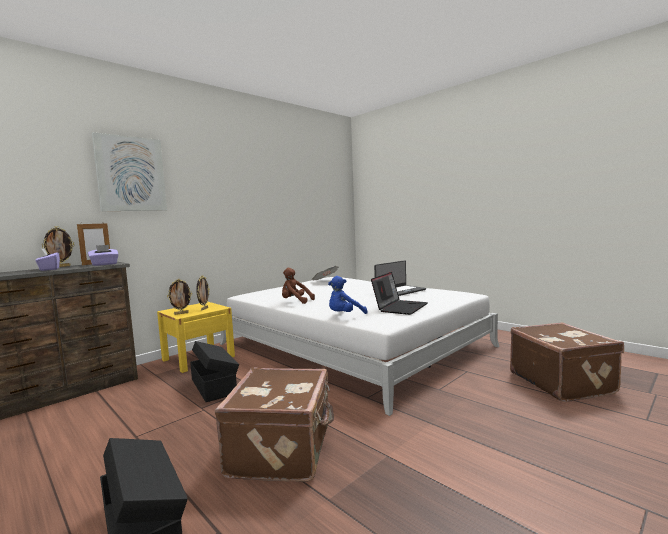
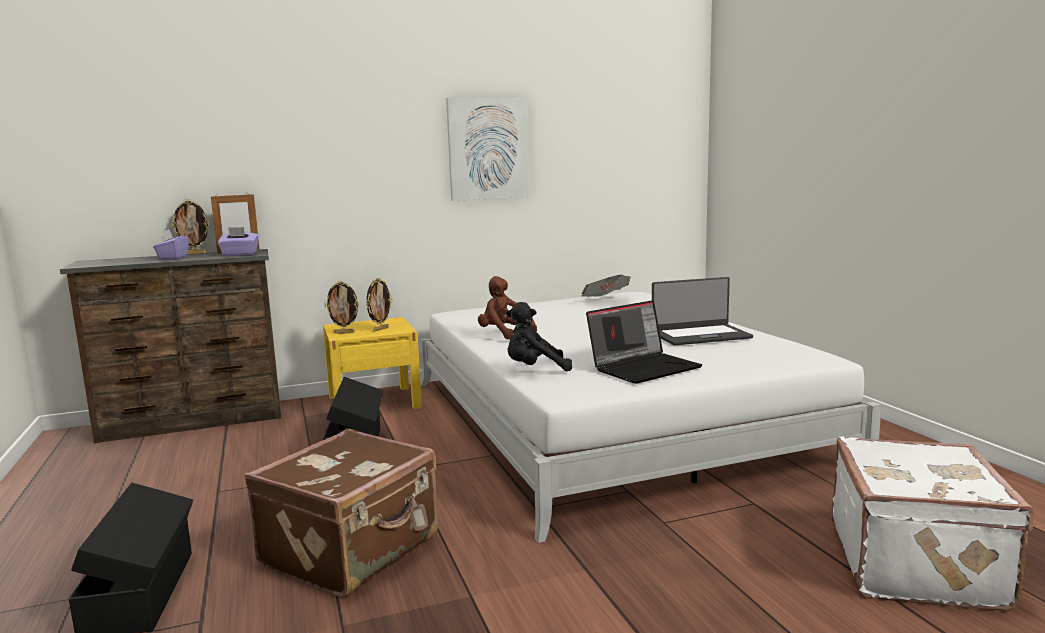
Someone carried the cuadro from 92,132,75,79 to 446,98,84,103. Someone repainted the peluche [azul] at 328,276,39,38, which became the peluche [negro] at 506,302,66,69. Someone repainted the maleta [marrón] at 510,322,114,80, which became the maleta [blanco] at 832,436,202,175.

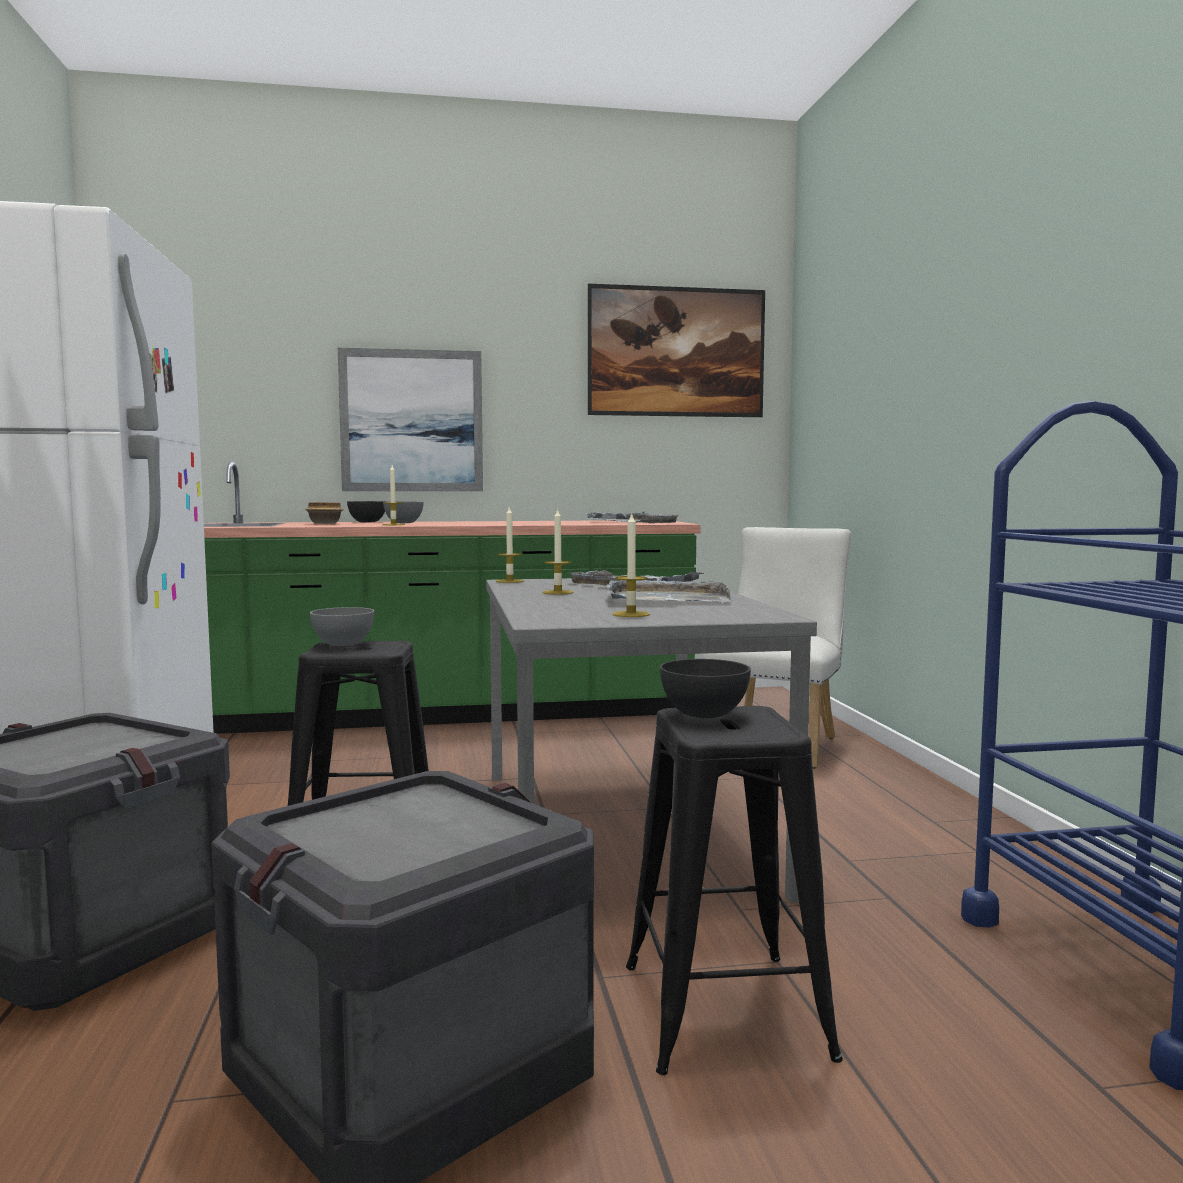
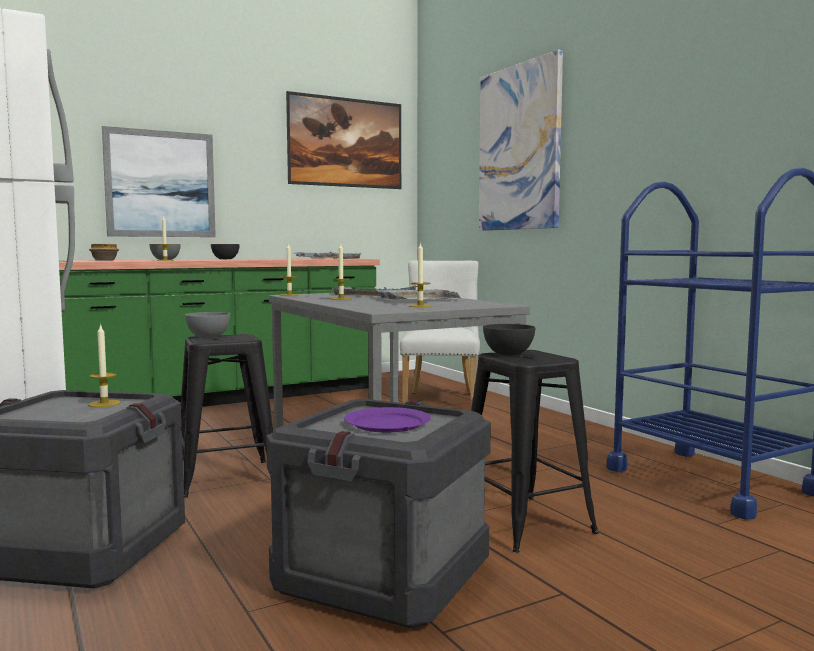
Someone carried the cuenco [gris] from 347,501,40,22 to 211,244,29,15. Someone put down the vela at 88,324,33,83. Someone put down the plato [morado] at 344,407,87,25. Someone put up the cuadro at 479,49,84,182.

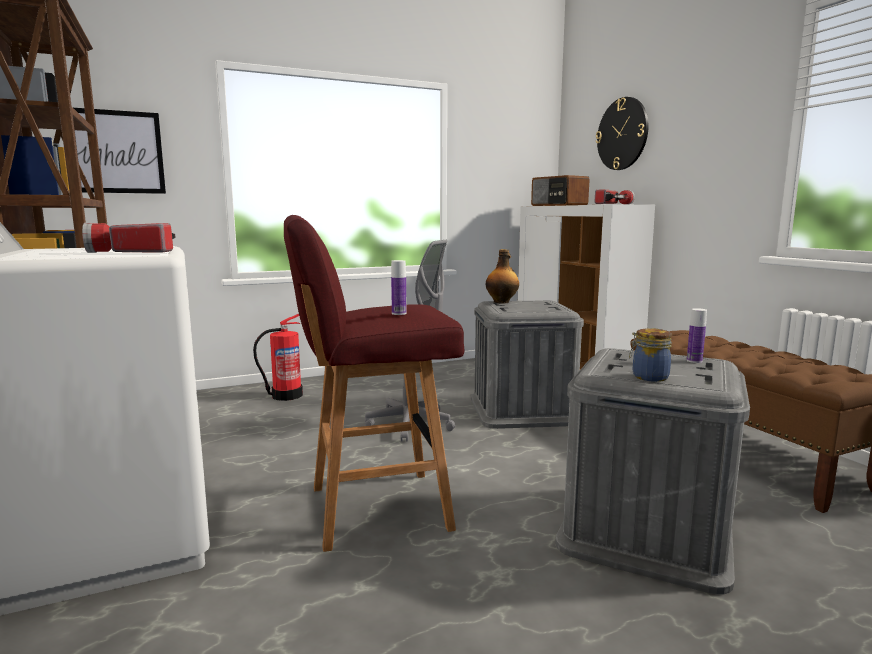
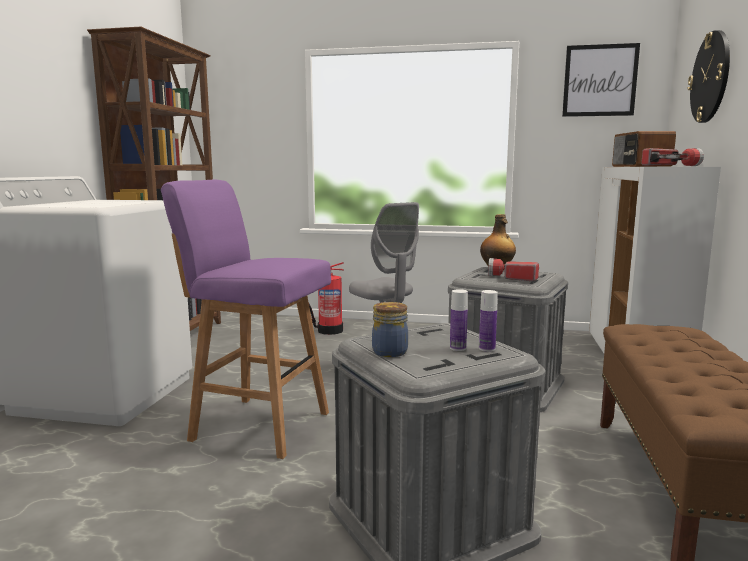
Someone carried the cuadro from 74,108,92,86 to 562,43,78,74. Someone carried the linterna from 82,223,94,30 to 488,258,51,24. Someone repainted the taburete [rojo] at 284,215,180,337, which became the taburete [morado] at 161,180,170,279. Someone carried the botella from 391,260,15,55 to 450,289,18,62.

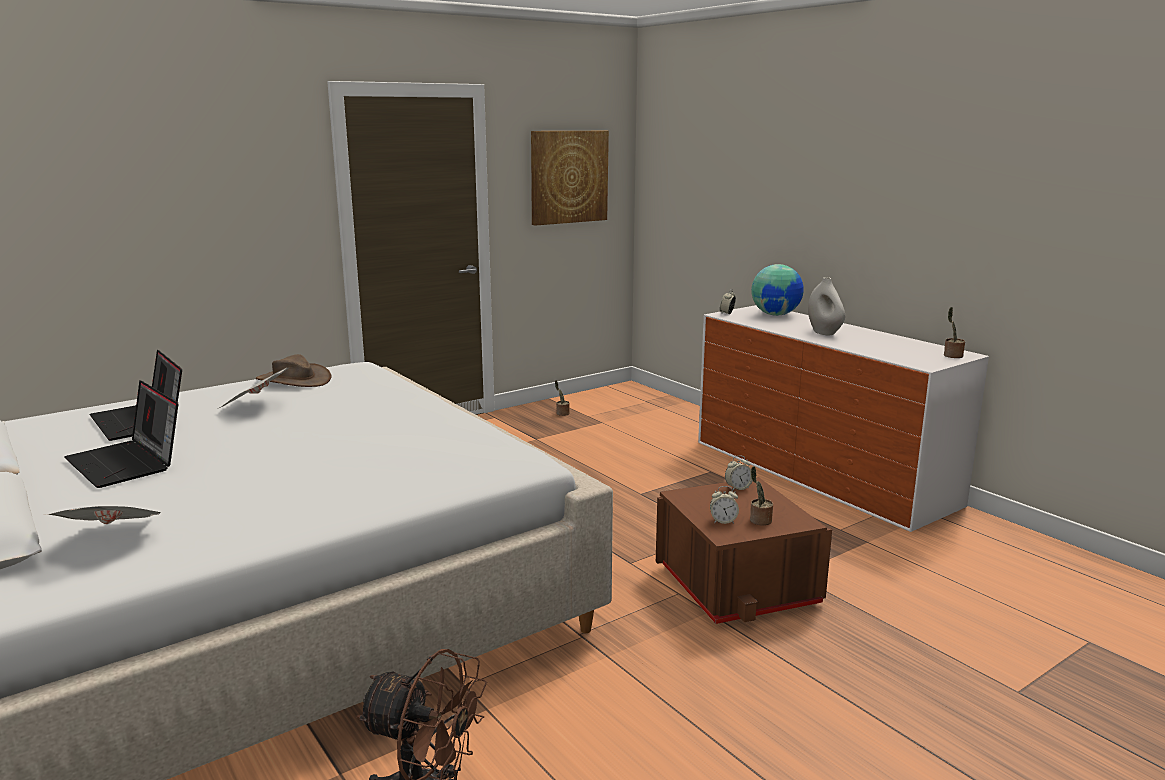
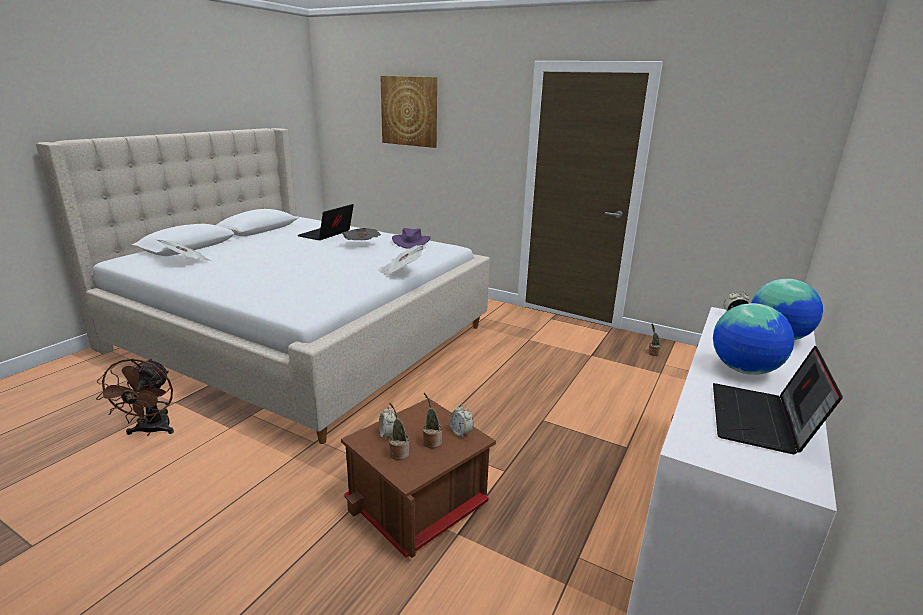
Someone carried the portátil from 65,380,113,108 to 713,346,130,108. Someone repainted the sombrero [marrón] at 256,354,76,33, which became the sombrero [morado] at 392,228,39,21. Someone carried the cuadro from 531,131,78,95 to 380,76,57,72. Someone swapped the florero [blanco] at 808,277,37,58 for the globo terráqueo at 713,303,81,72. Someone carried the planta en maceta from 944,307,21,51 to 422,393,20,55. Someone put down the periódico at 378,245,48,30.

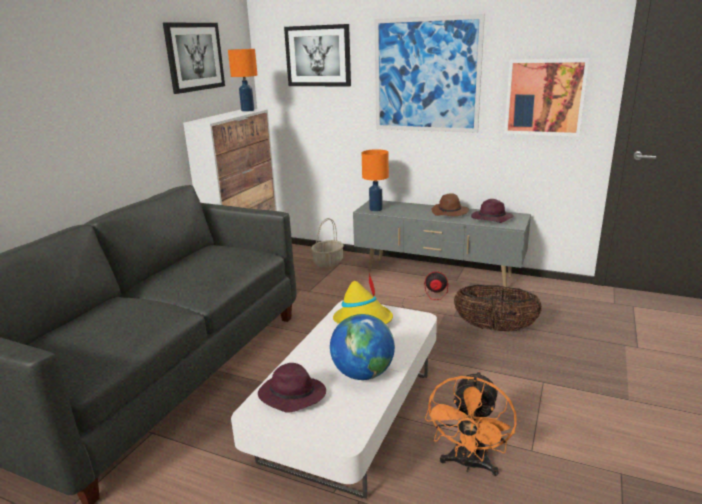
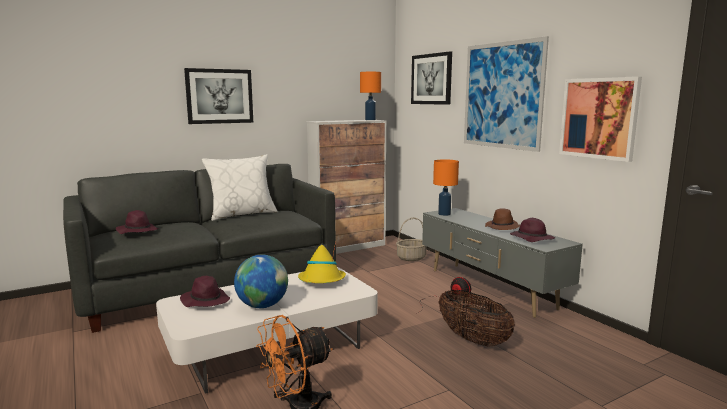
Someone carried the cuadro from 163,22,62,72 to 184,68,69,56. Someone put down the sombrero [morado] at 116,210,42,24. Someone put down the cojín [blanco] at 202,154,76,67.

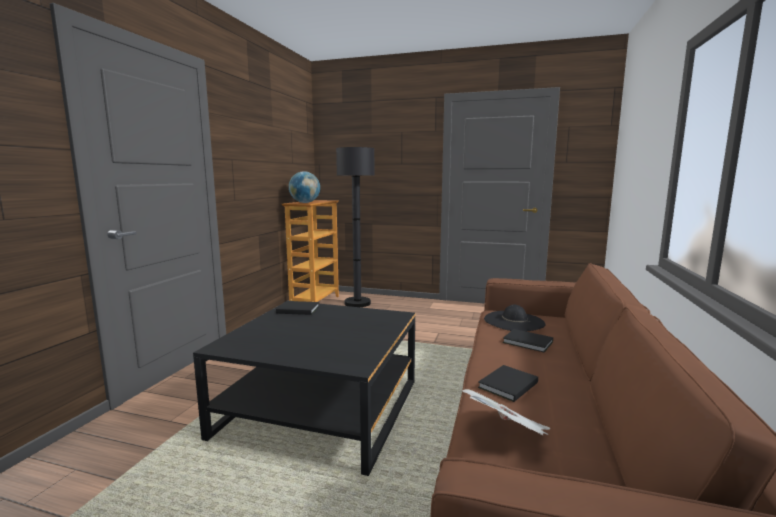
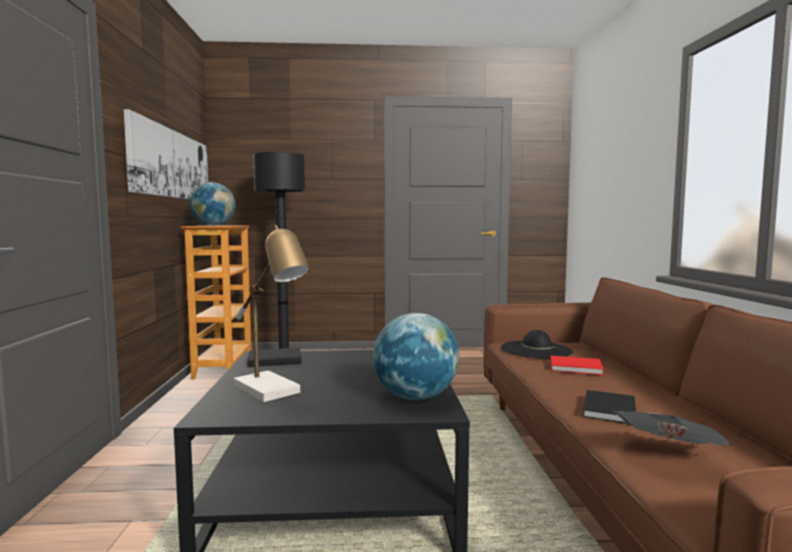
Someone repainted the libro [negro] at 503,329,50,24, which became the libro [rojo] at 550,356,54,19. Someone put up the cuadro at 124,109,84,91. Someone put down the lámpara de mesa at 234,225,75,177. Someone put down the globo terráqueo at 373,313,87,87.

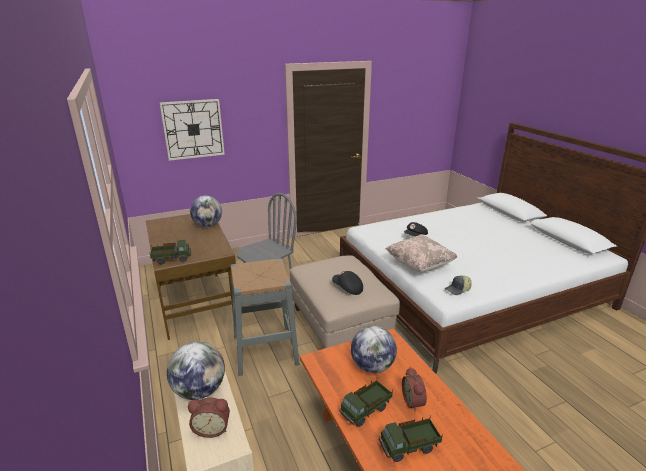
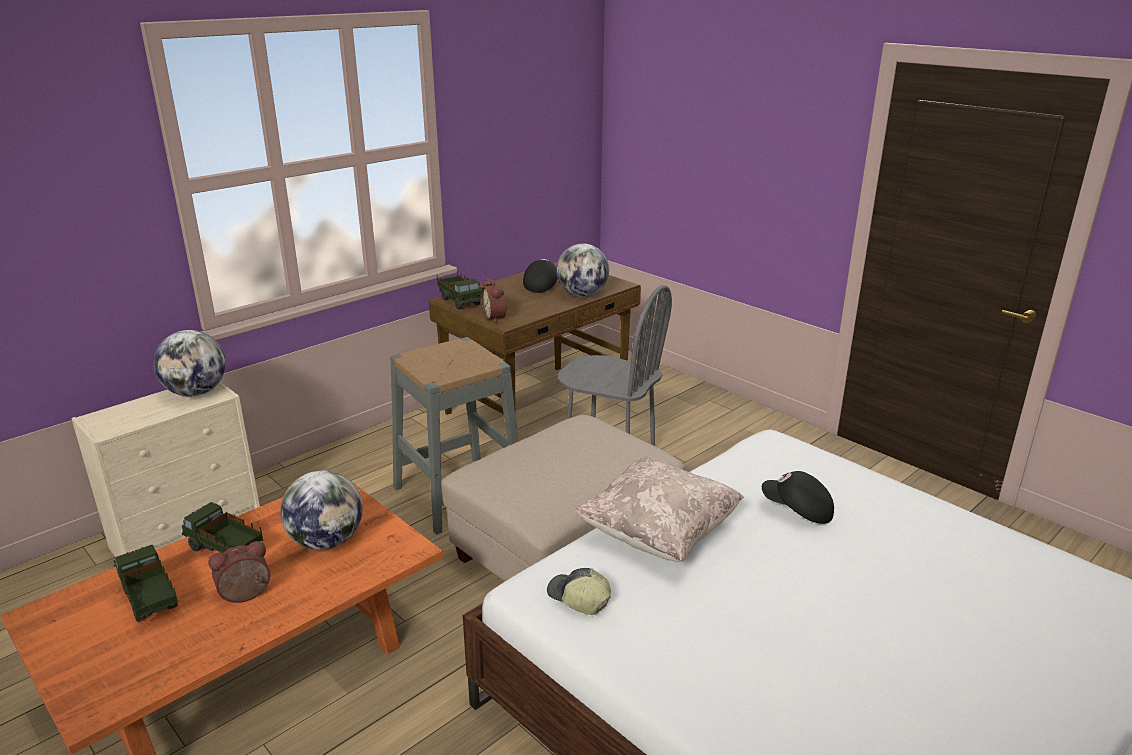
Someone took away the reloj de pared at 160,99,65,62. Someone carried the despertador from 188,398,42,40 to 481,278,25,45. Someone carried the gorra [negro] from 332,271,31,24 to 523,259,34,34.

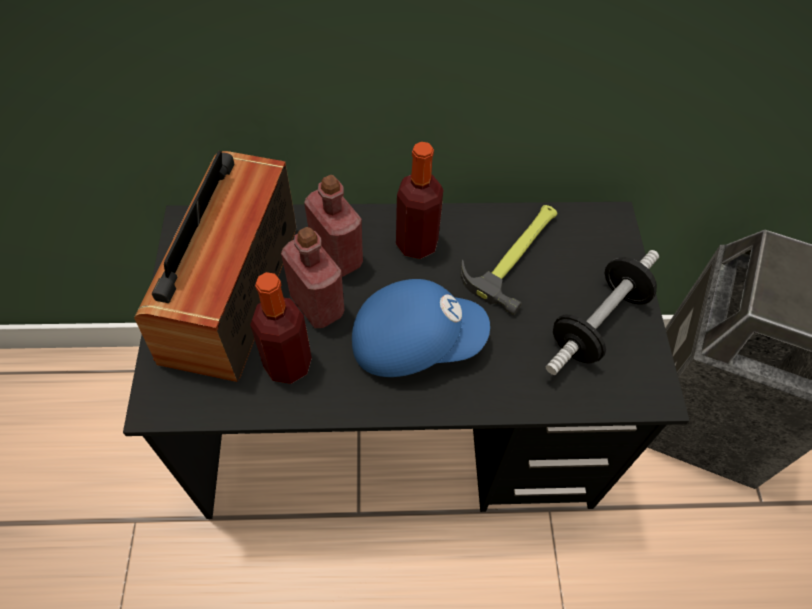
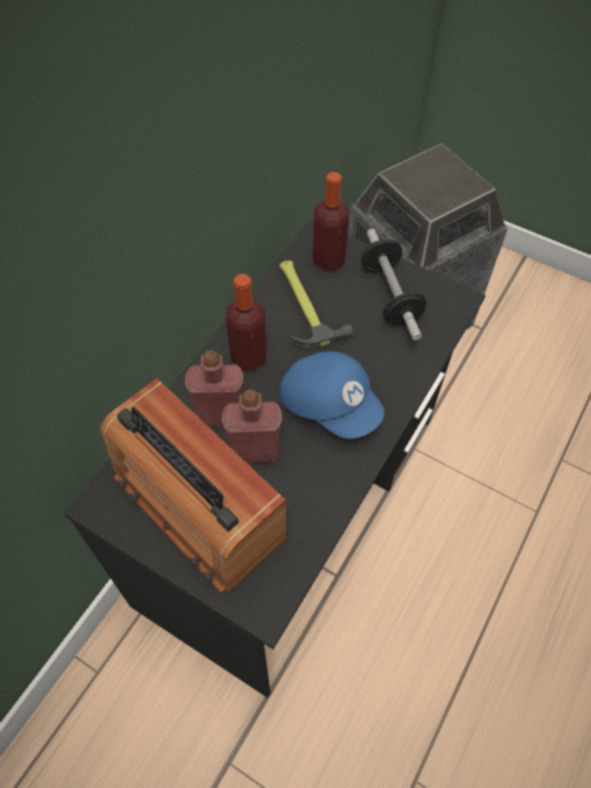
Someone carried the botella from 250,272,62,112 to 313,172,36,99. Someone rotated the gorra [azul] at 352,279,138,98 by 105 degrees clockwise.

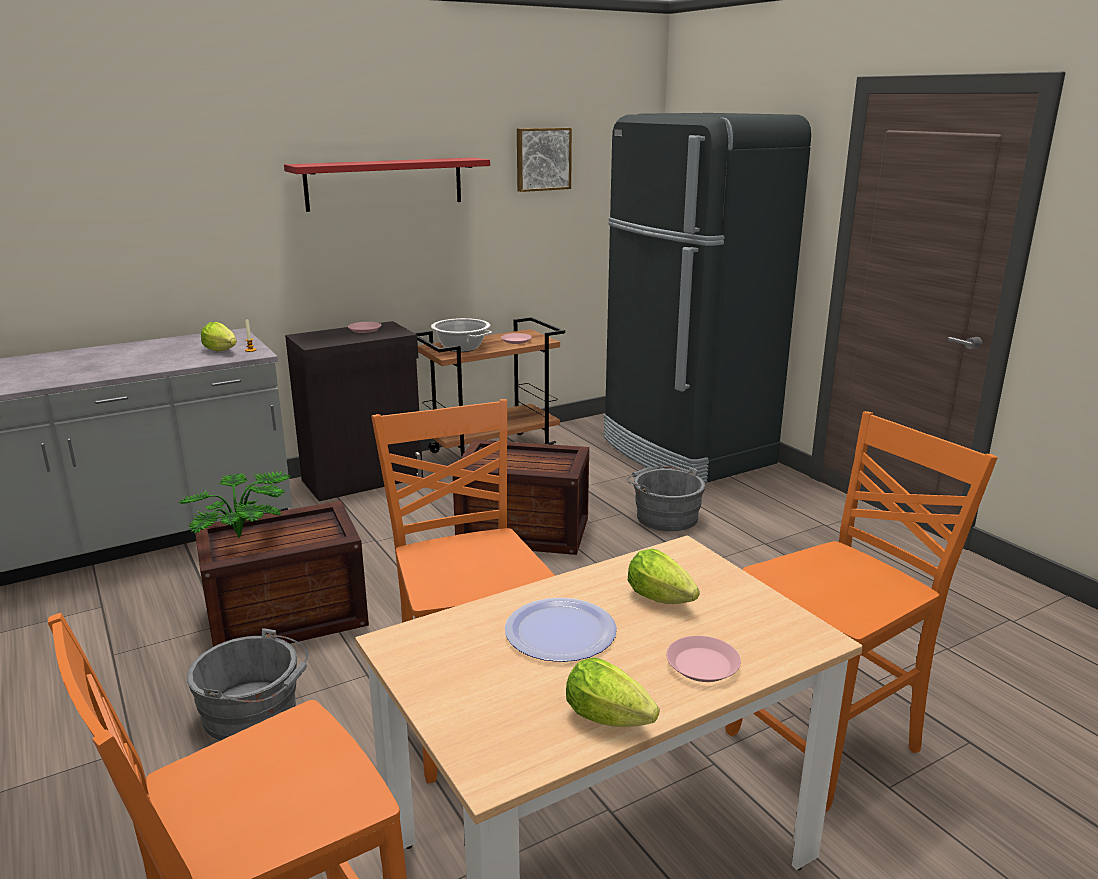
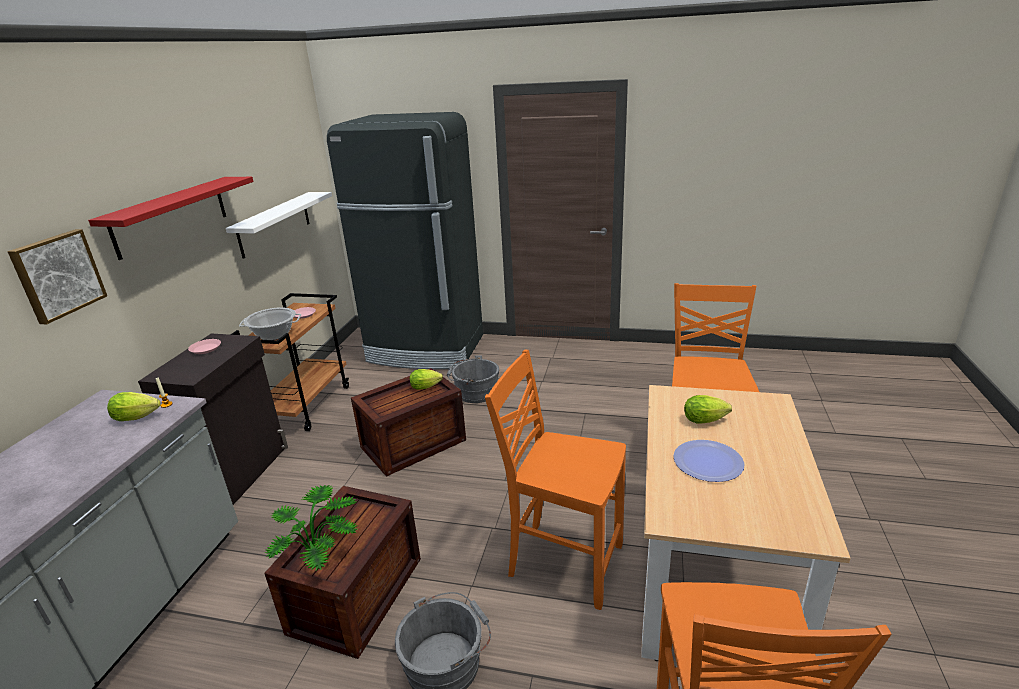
Someone carried the cuadro from 517,128,55,64 to 8,229,99,95. Someone carried the lechuga from 566,657,93,70 to 410,369,33,21. Someone took away the plato [rosa] at 666,636,75,46. Someone put up the estante [blanco] at 226,192,106,67.

